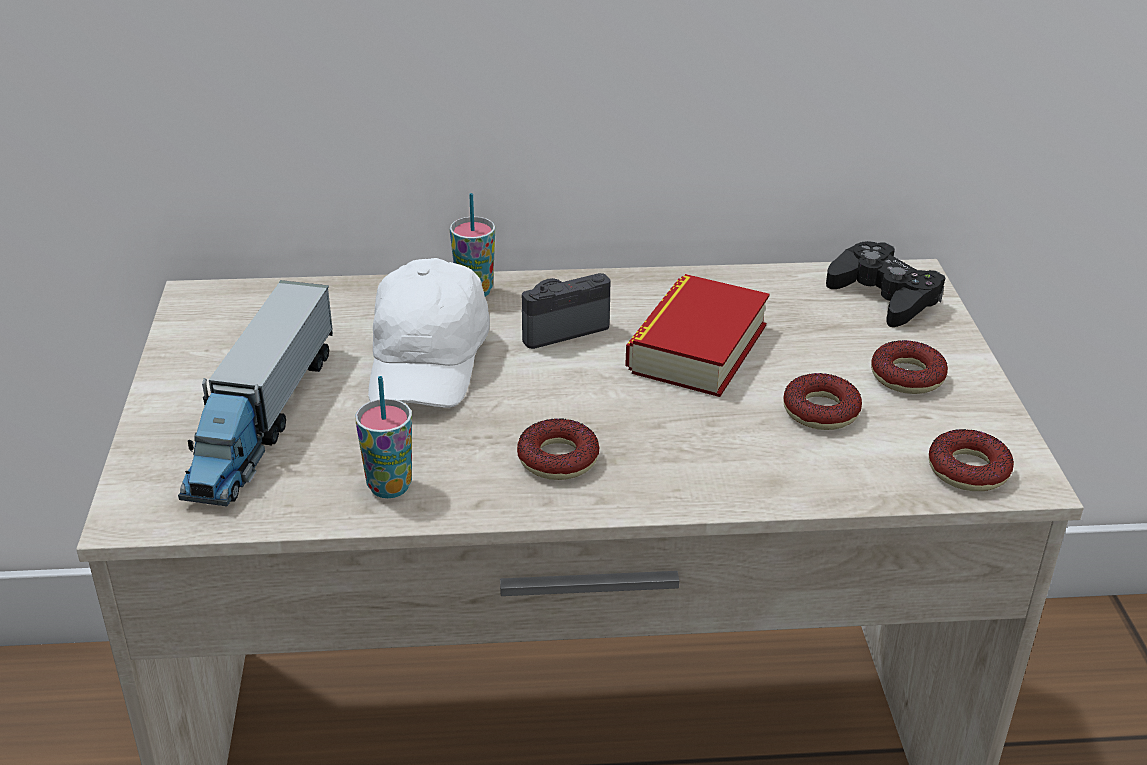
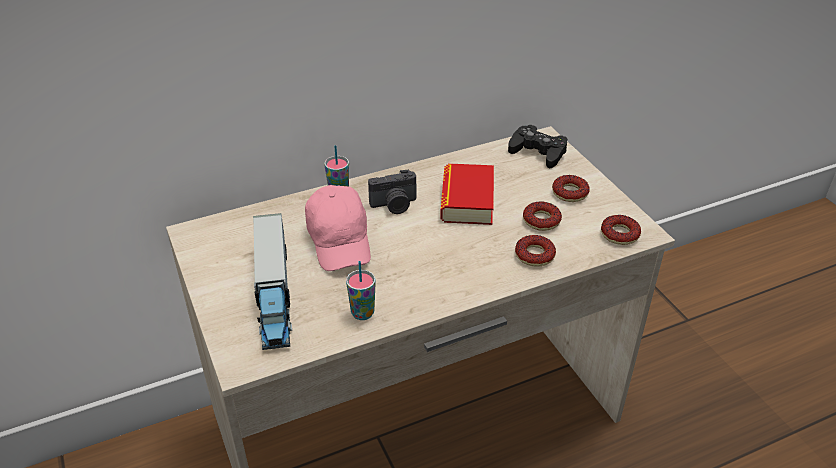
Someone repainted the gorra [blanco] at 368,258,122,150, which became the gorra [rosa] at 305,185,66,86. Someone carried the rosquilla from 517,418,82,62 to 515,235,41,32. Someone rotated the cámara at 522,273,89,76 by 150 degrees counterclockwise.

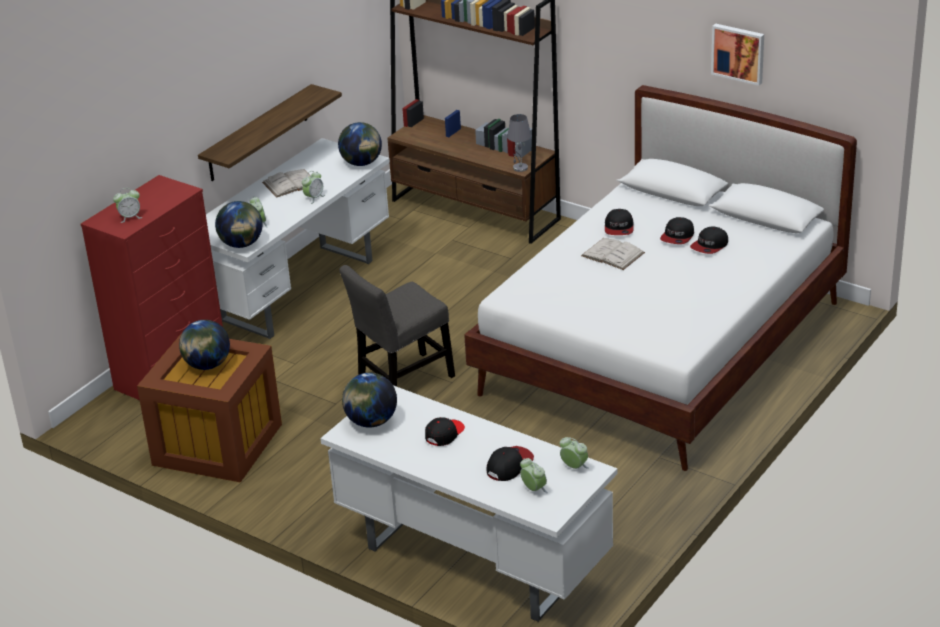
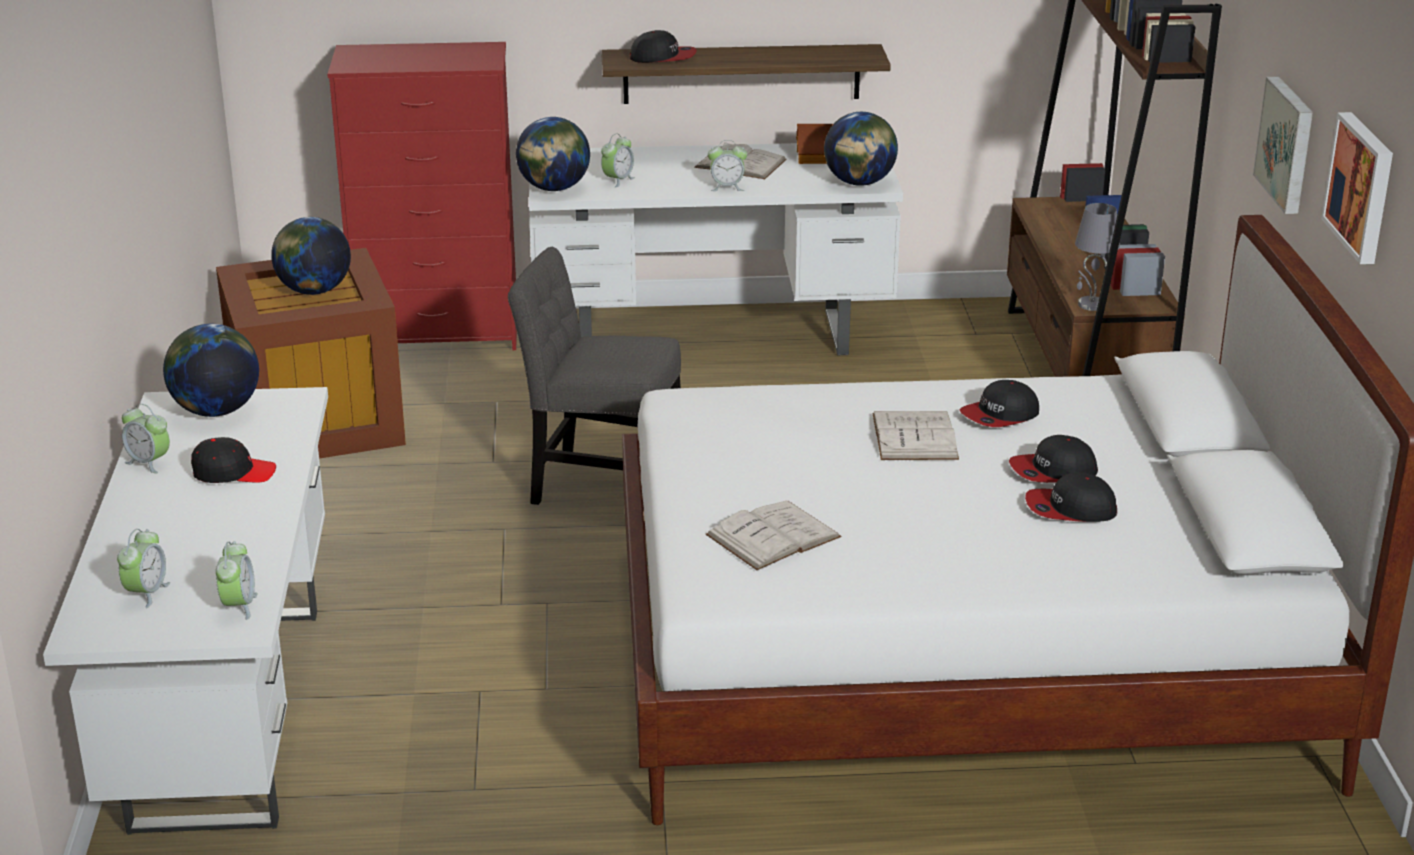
Someone carried the despertador from 113,188,29,35 to 122,404,48,70. Someone carried the gorra from 487,446,47,35 to 630,30,67,33. Someone put down the libro [blanco] at 706,501,135,69. Someone put down the casita at 796,124,37,40. Someone put up the cuadro at 1253,77,60,137.

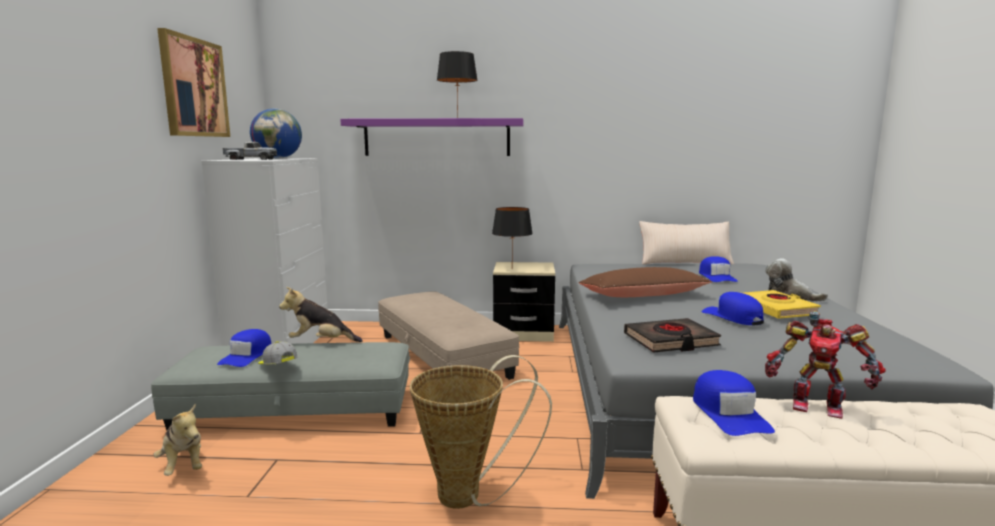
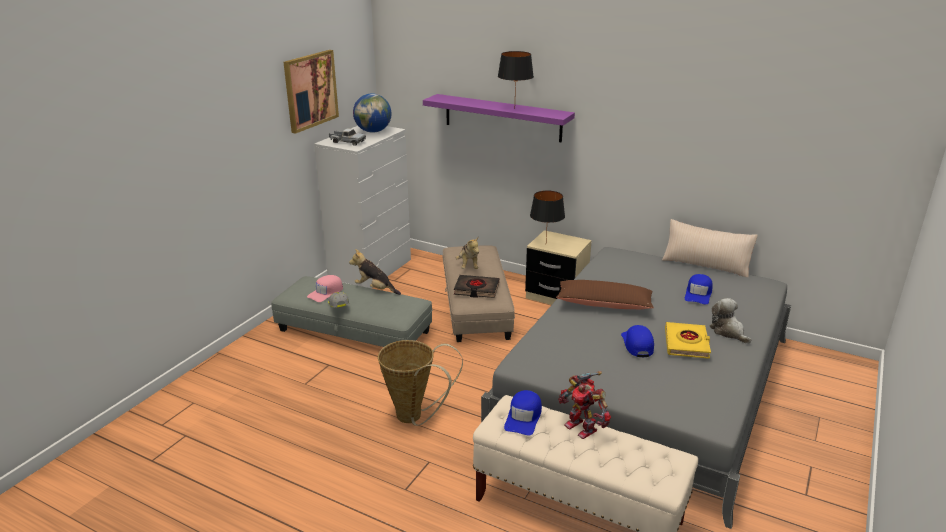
Someone carried the peluche from 153,403,49,73 to 455,236,24,33. Someone repainted the gorra [azul] at 217,329,55,38, which became the gorra [rosa] at 307,275,36,27. Someone carried the libro [negro] from 624,318,97,35 to 454,275,45,23.

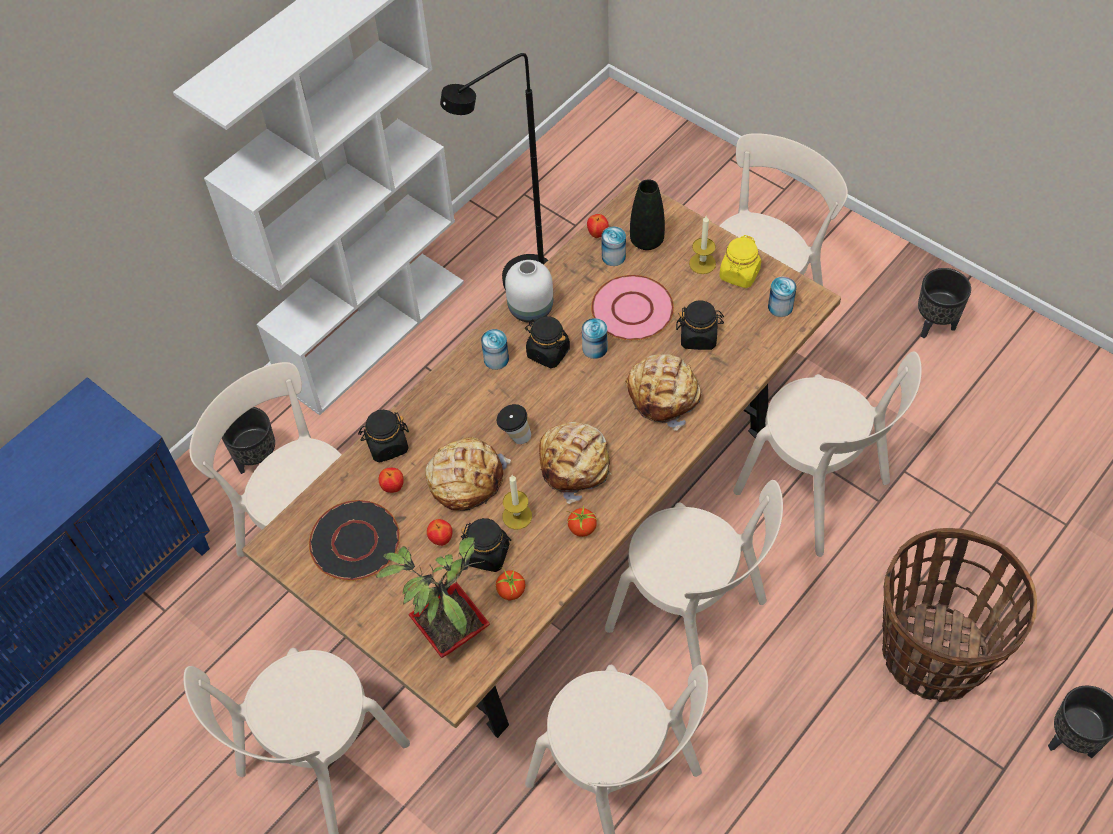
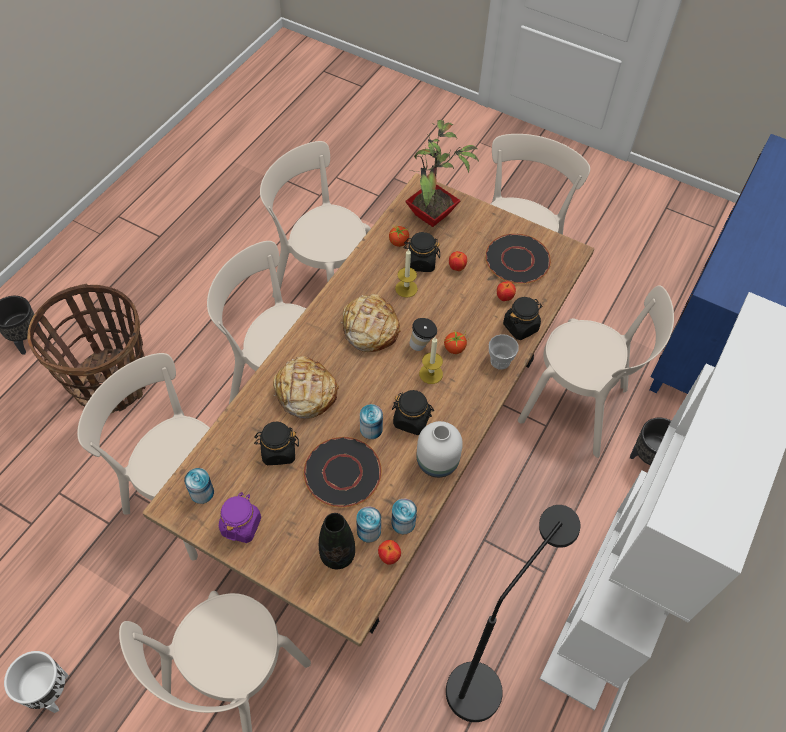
Someone took away the pan at 425,437,86,74. Someone carried the lata from 481,329,28,41 to 391,499,26,35. Someone carried the tomate from 567,505,30,32 to 444,329,23,25. Someone repainted the plato [rosa] at 591,275,83,65, which became the plato [negro] at 304,437,78,71. Someone carried the vela from 689,215,27,59 to 419,337,24,47. Someone repainted the tarro [amarillo] at 719,235,42,53, which became the tarro [morado] at 219,492,42,51. Someone repainted the maceta [negro] at 918,268,53,71, which became the maceta [blanco] at 4,651,65,62. Someone put down the taza at 489,334,30,36.

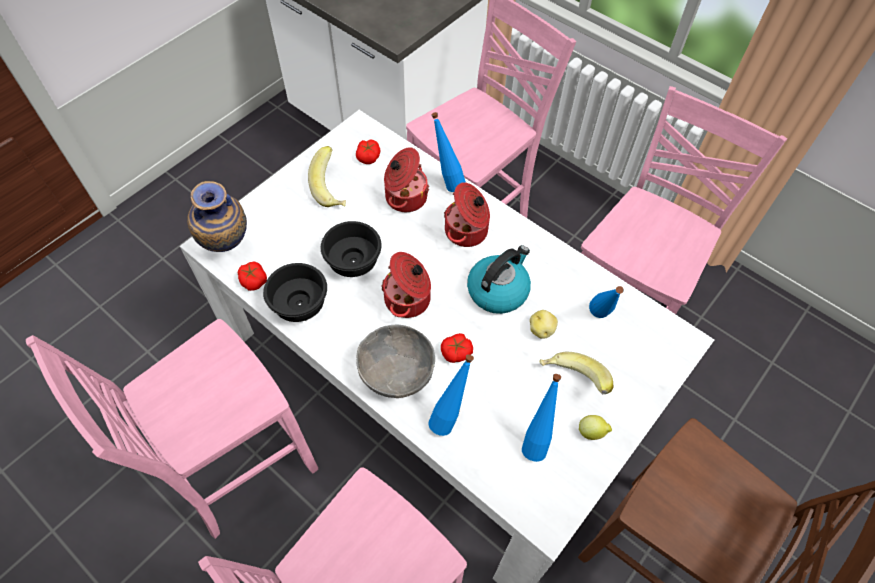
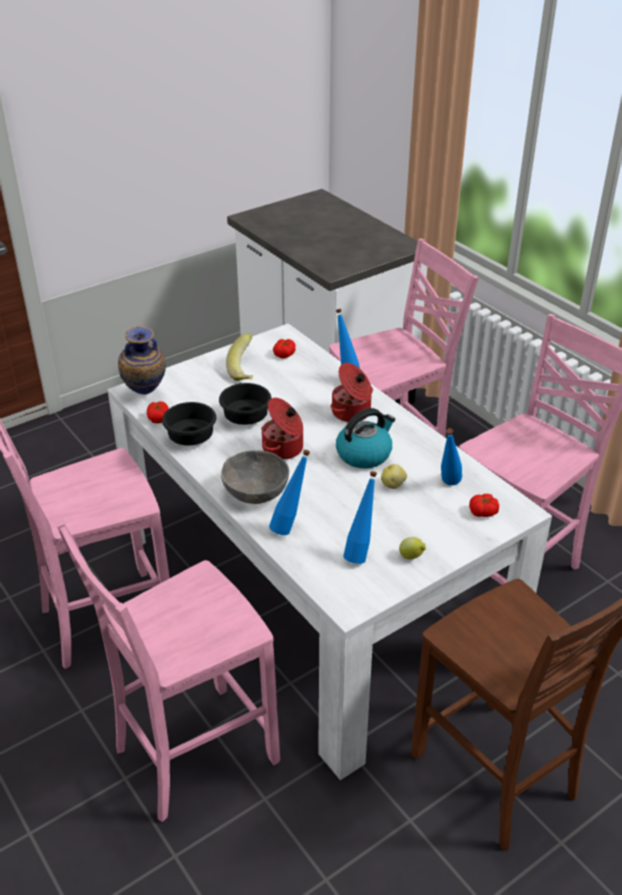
Someone took away the olla at 384,147,45,65. Someone carried the tomate from 441,333,32,30 to 469,494,30,23. Someone took away the plátano at 539,352,74,42.

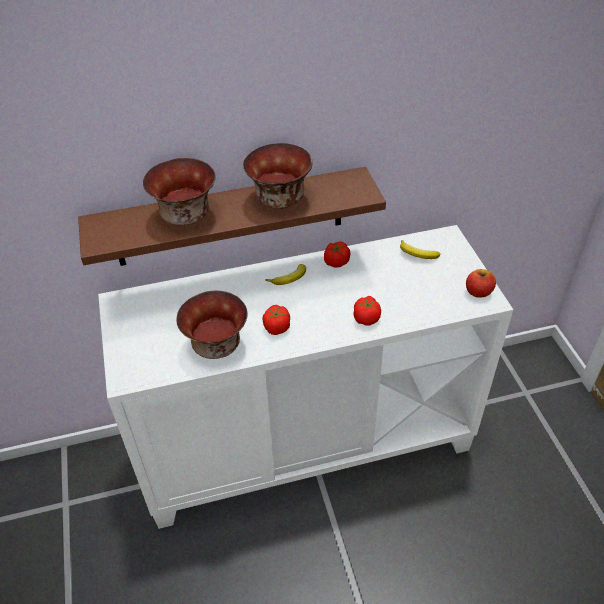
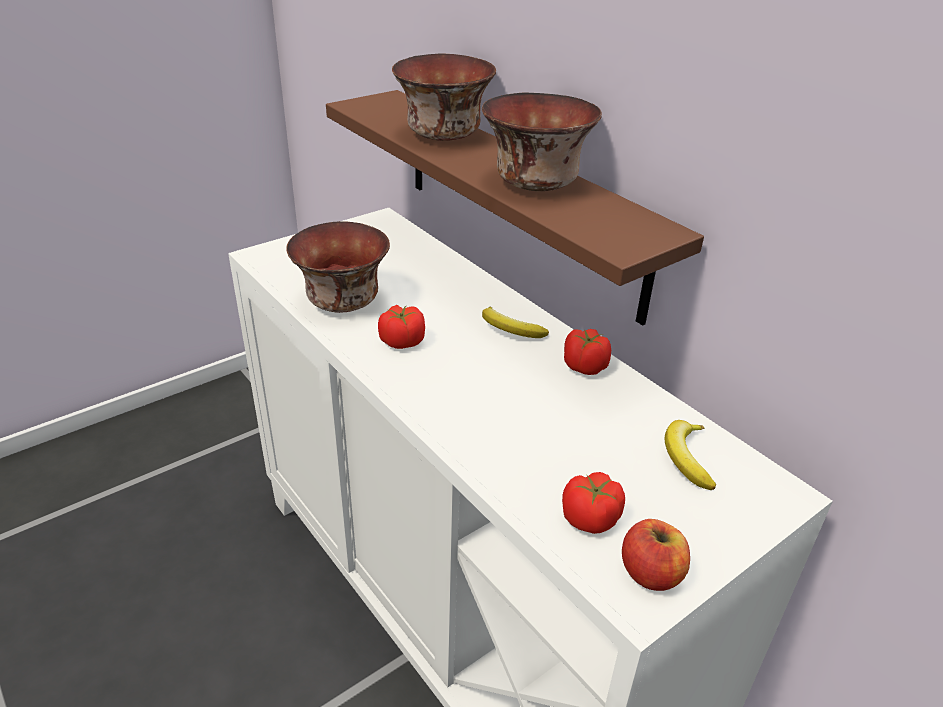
Someone carried the tomate from 354,296,27,29 to 562,472,63,62.

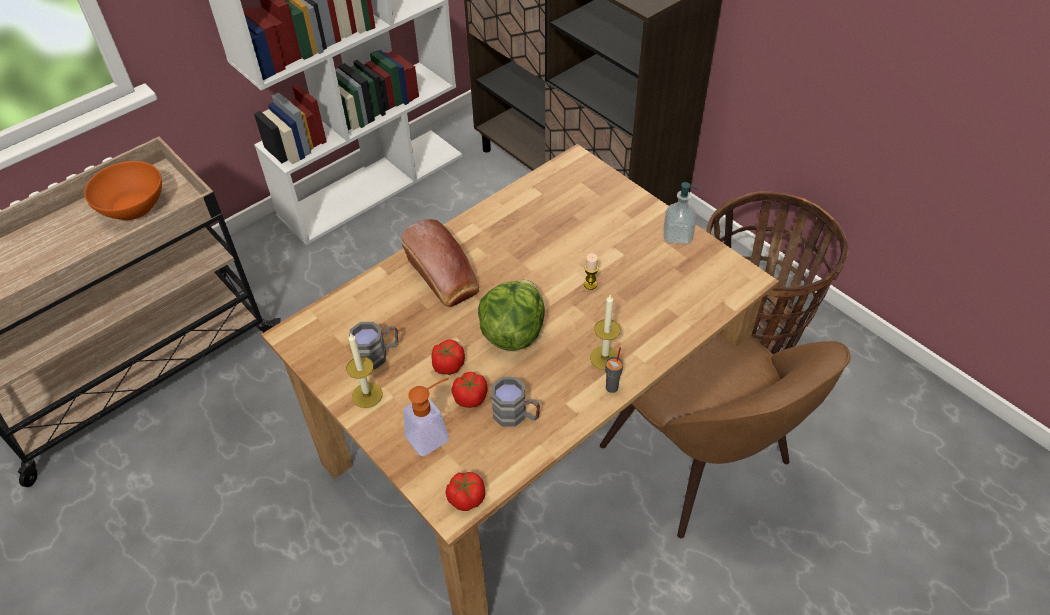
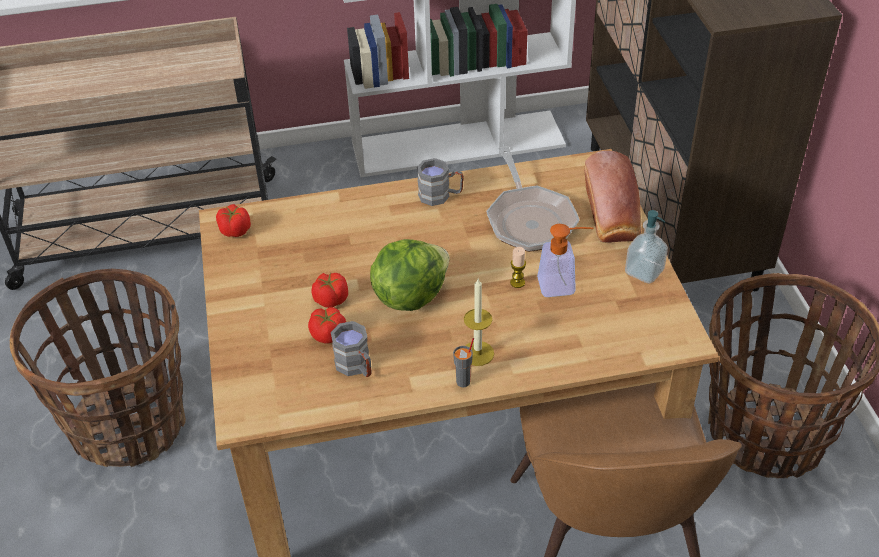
Someone took away the cuenco [naranja] at 84,161,78,59. Someone took away the vela at 346,334,36,74. Someone carried the taza grande [gris] from 349,322,50,47 to 417,158,47,48. Someone carried the pan from 401,219,78,88 to 584,151,57,92. Someone carried the dispensador de jabón from 404,377,45,80 to 537,224,56,73. Someone carried the tomate from 446,472,39,39 to 216,204,35,33. Someone put down the cesta at 10,269,176,198. Someone put down the sartén at 486,146,94,106.

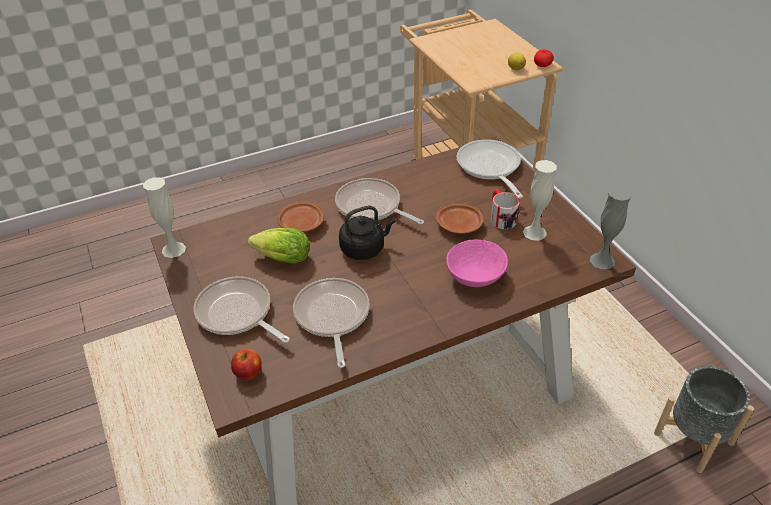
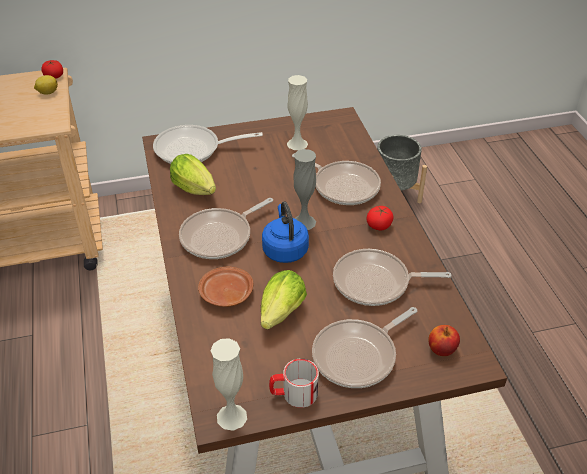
Someone repainted the hervidor [negro] at 339,206,57,54, which became the hervidor [azul] at 262,201,47,62. Someone took away the plato [marrón] at 435,203,49,31. Someone swapped the cuenco [rosa] at 446,240,62,47 for the sartén at 292,153,89,52. Someone carried the taza grande from 491,189,29,40 to 269,359,50,49. Someone carried the florero [gris] from 590,186,42,83 to 293,149,23,81. Someone put down the lechuga at 170,154,46,41. Someone put down the tomate at 367,206,27,24.

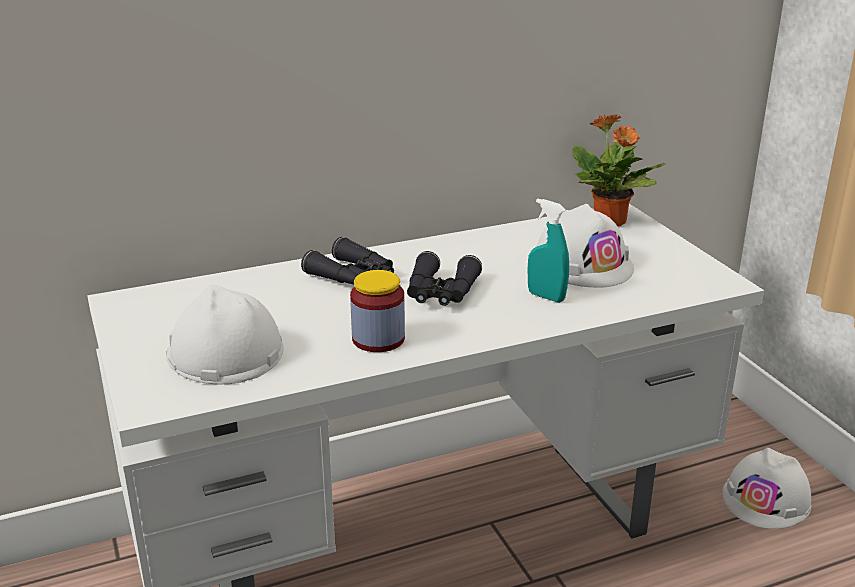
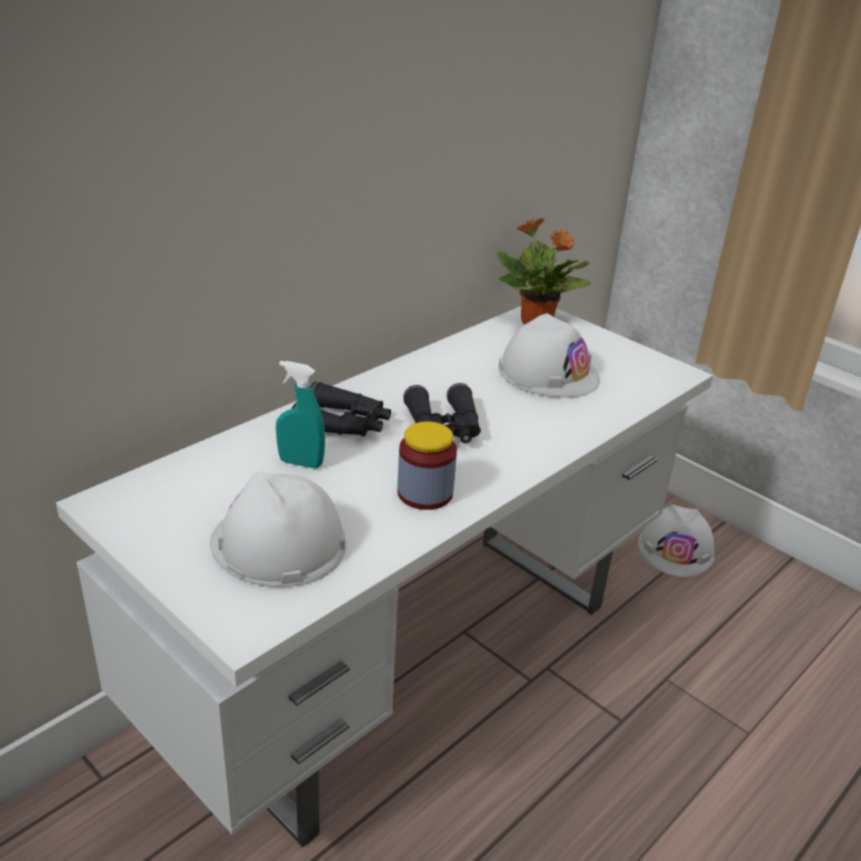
Someone carried the pulverizador [turquesa] from 528,199,41,104 to 276,361,49,108.

